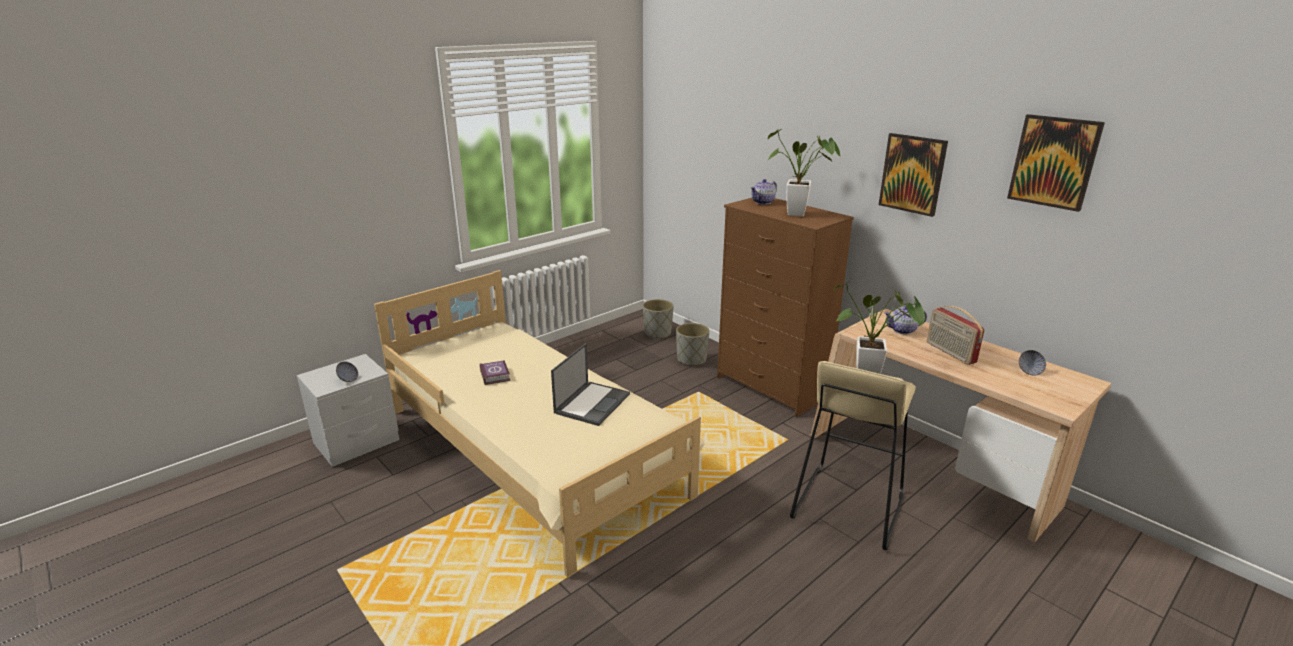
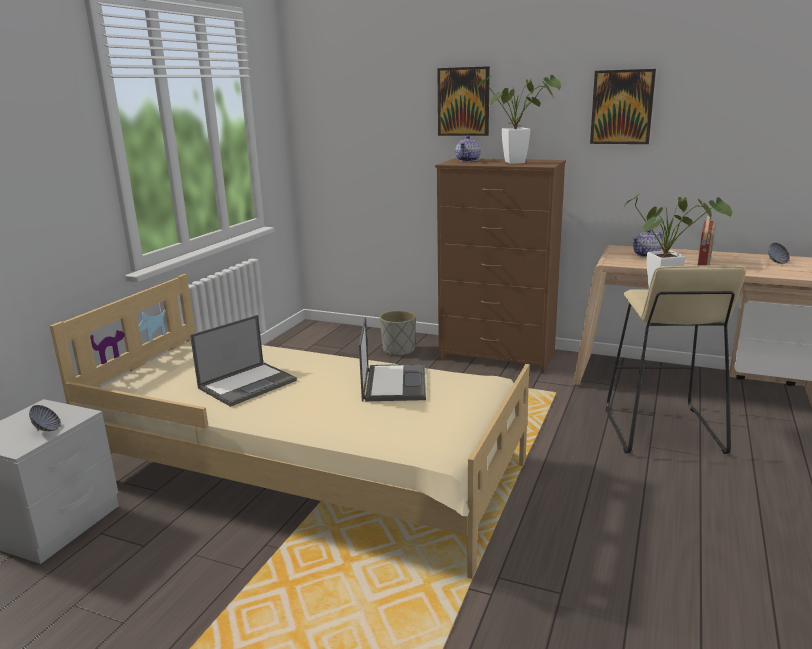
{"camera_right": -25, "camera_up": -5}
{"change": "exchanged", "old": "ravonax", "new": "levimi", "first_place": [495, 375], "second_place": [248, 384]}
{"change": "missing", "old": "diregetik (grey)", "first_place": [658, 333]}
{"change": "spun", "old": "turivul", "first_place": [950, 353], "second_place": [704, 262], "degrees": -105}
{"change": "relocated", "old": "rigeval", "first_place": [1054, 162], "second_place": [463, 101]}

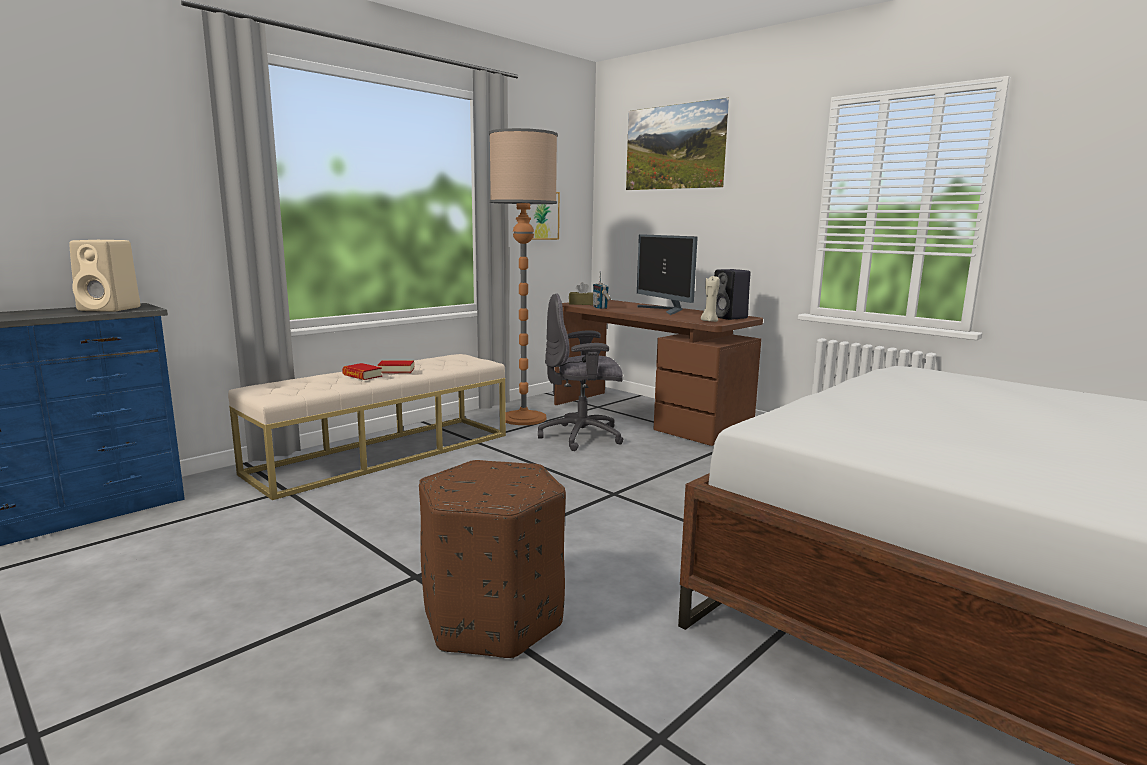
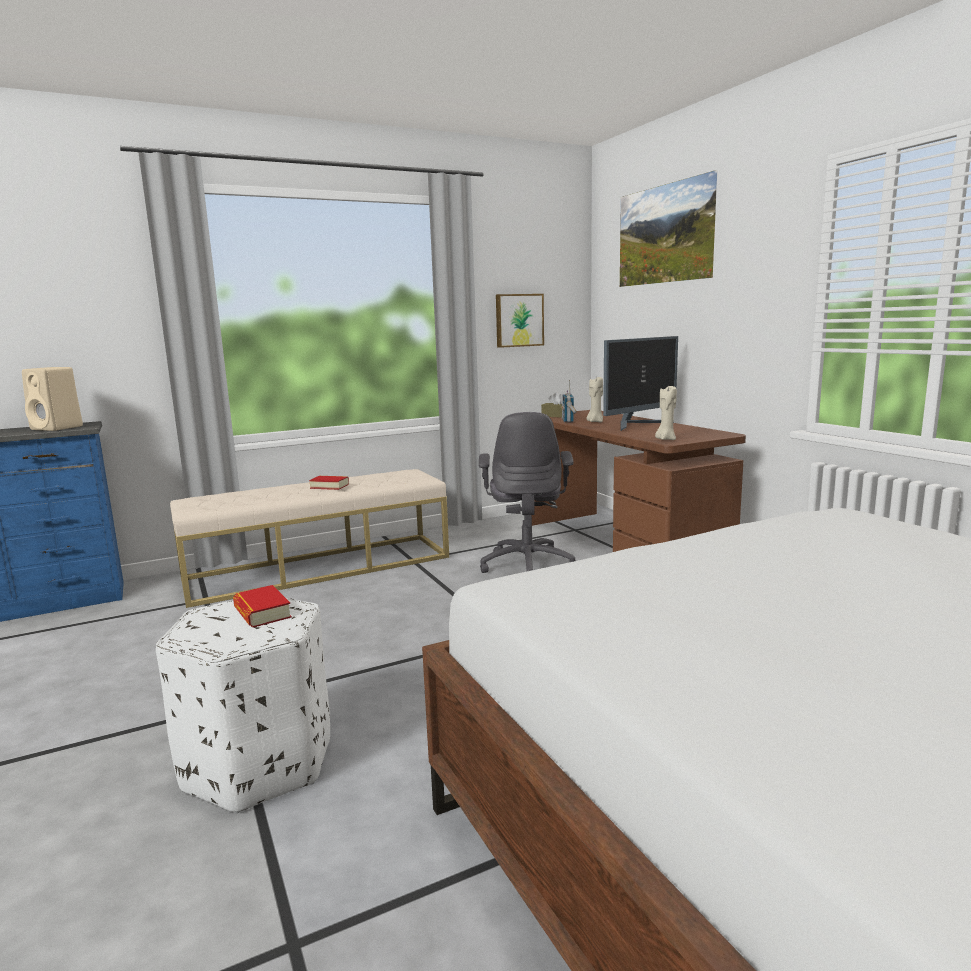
{"camera_right": 20, "camera_up": 0}
{"change": "relocated", "old": "ravonax", "first_place": [362, 375], "second_place": [262, 613]}
{"change": "colour", "old": "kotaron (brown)", "new": "kotaron (white)", "first_place": [493, 618], "second_place": [259, 762]}
{"change": "missing", "old": "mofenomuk", "first_place": [523, 418]}
{"change": "spun", "old": "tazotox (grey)", "first_place": [583, 437], "second_place": [527, 564], "degrees": -105}
{"change": "spun", "old": "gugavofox", "first_place": [665, 310], "second_place": [637, 425], "degrees": -120}
{"change": "missing", "old": "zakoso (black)", "first_place": [730, 317]}
{"change": "appeared", "new": "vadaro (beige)", "second_place": [595, 421]}

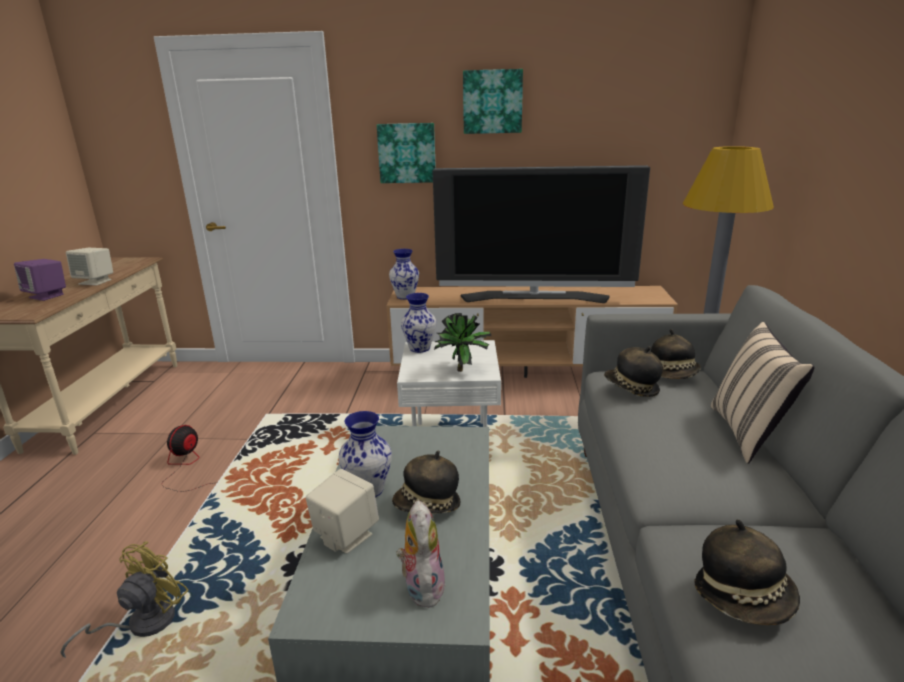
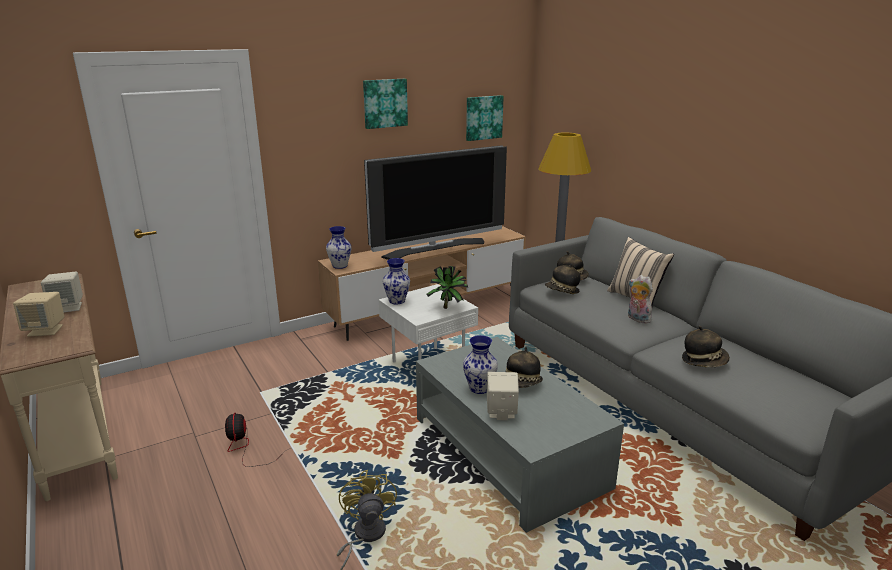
{"camera_right": -35, "camera_up": 0}
{"change": "colour", "old": "zakoso (purple)", "new": "zakoso (beige)", "first_place": [47, 296], "second_place": [46, 330]}
{"change": "relocated", "old": "rigeval", "first_place": [407, 153], "second_place": [483, 117]}
{"change": "relocated", "old": "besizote", "first_place": [421, 586], "second_place": [637, 319]}

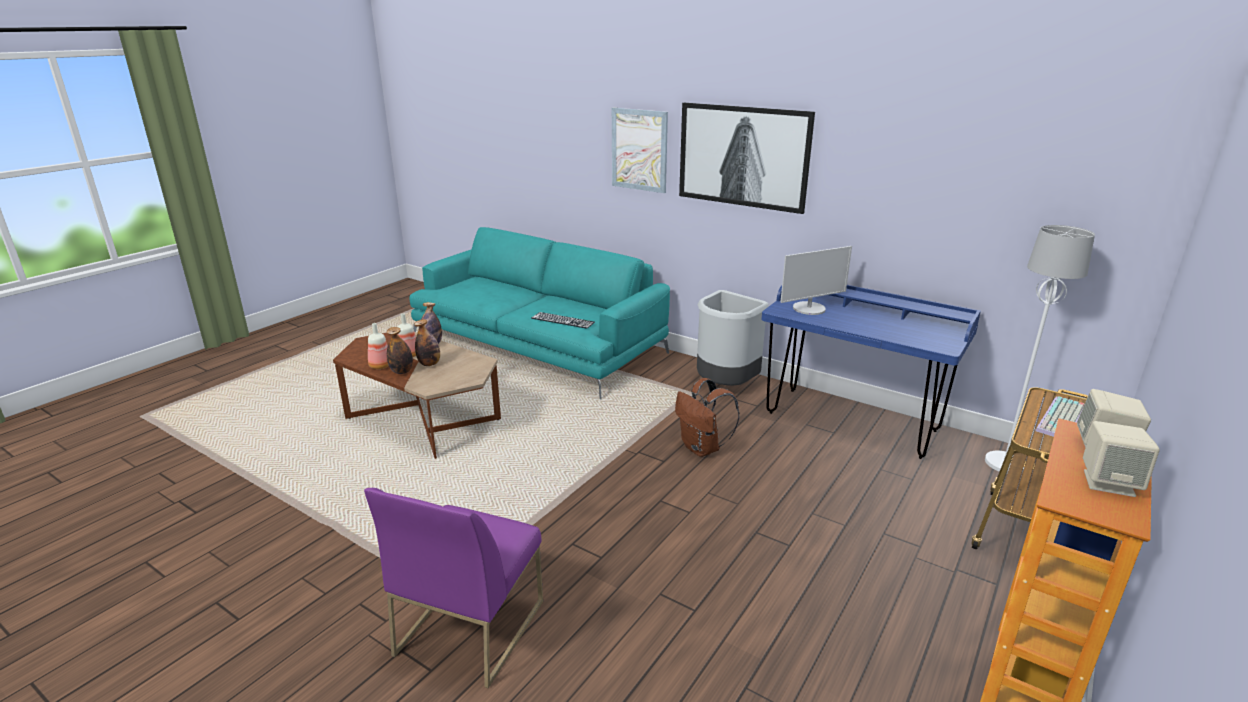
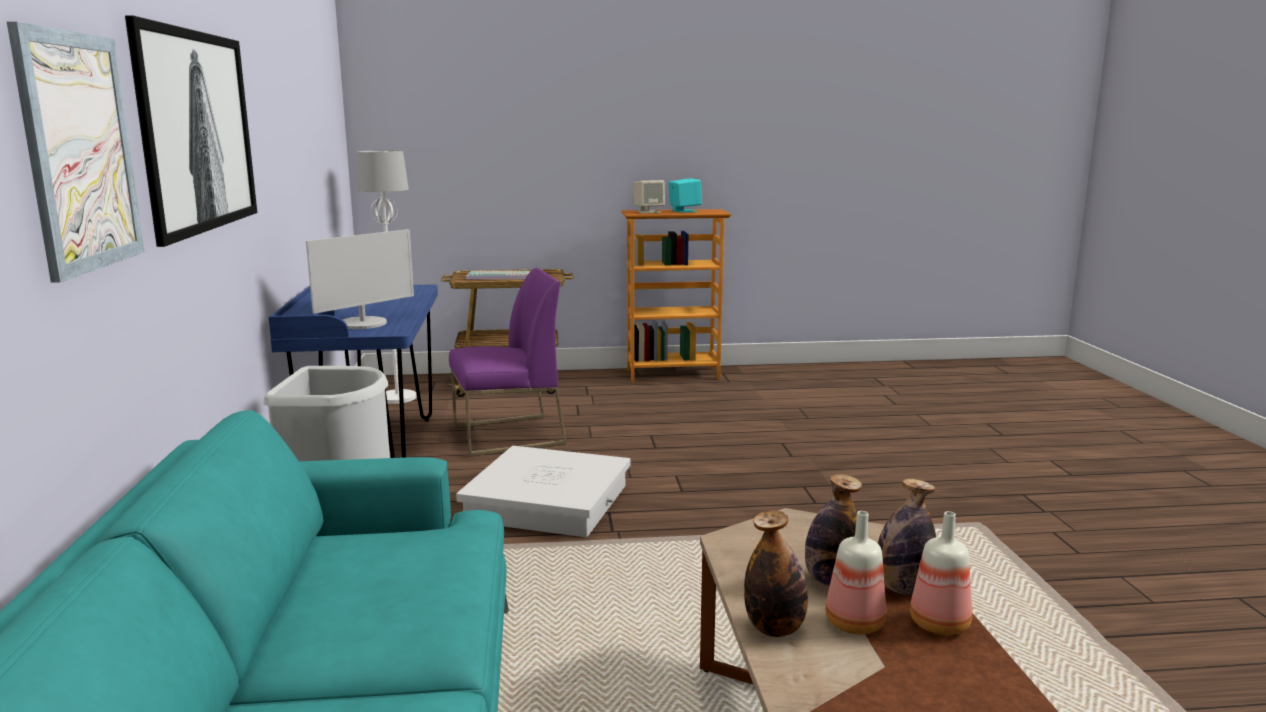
{"camera_right": -130, "camera_up": -10}
{"change": "relocated", "old": "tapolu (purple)", "first_place": [470, 626], "second_place": [507, 436]}
{"change": "missing", "old": "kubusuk", "first_place": [562, 320]}
{"change": "exchanged", "old": "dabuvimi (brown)", "new": "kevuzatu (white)", "first_place": [702, 448], "second_place": [548, 502]}
{"change": "spun", "old": "gugavofox", "first_place": [809, 309], "second_place": [363, 323], "degrees": 105}
{"change": "colour", "old": "zakoso (beige)", "new": "zakoso (turquoise)", "first_place": [1108, 483], "second_place": [684, 211]}

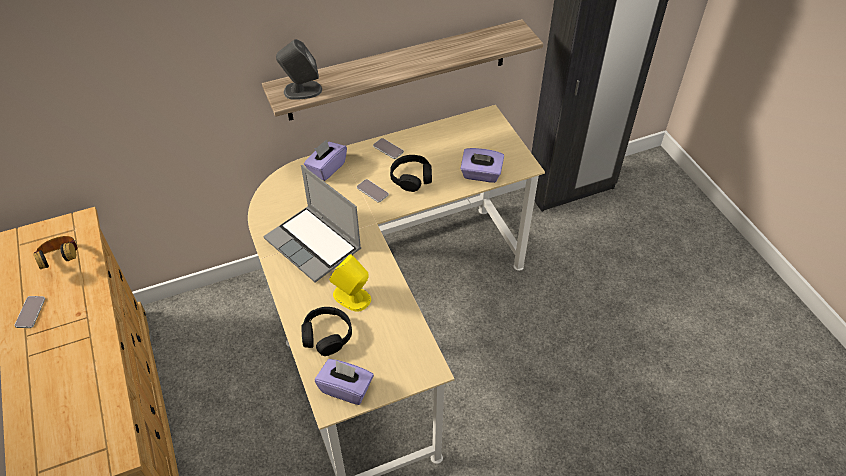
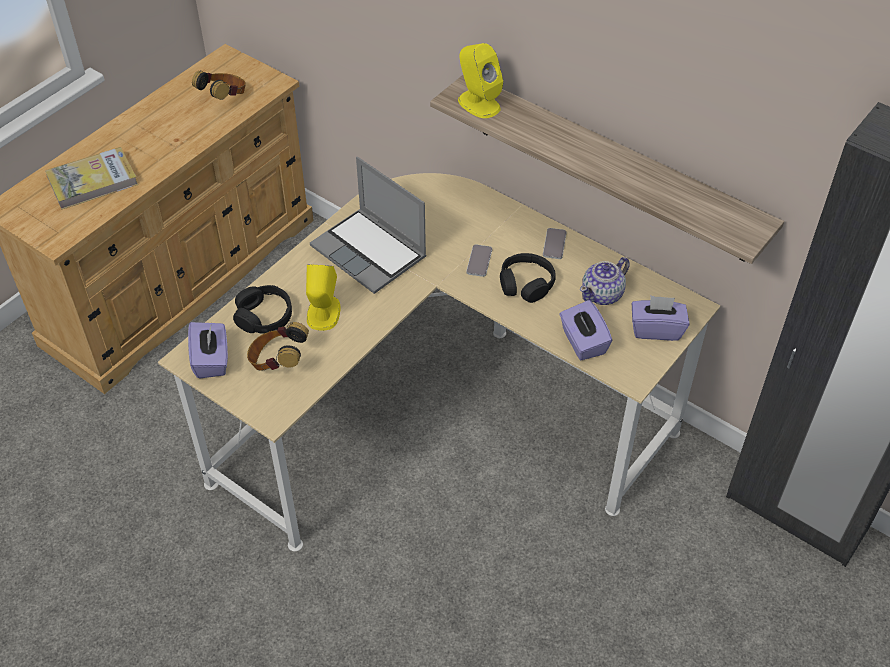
{"camera_right": 60, "camera_up": 0}
{"change": "missing", "old": "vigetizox", "first_place": [30, 312]}
{"change": "spun", "old": "levimi", "first_place": [314, 244], "second_place": [370, 252], "degrees": -60}
{"change": "colour", "old": "zakoso (grey)", "new": "zakoso (yellow)", "first_place": [302, 90], "second_place": [478, 103]}
{"change": "relocated", "old": "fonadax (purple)", "first_place": [326, 168], "second_place": [656, 329]}
{"change": "appeared", "new": "ravonax", "second_place": [93, 181]}
{"change": "appeared", "new": "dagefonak", "second_place": [278, 362]}
{"change": "appeared", "new": "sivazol", "second_place": [603, 294]}

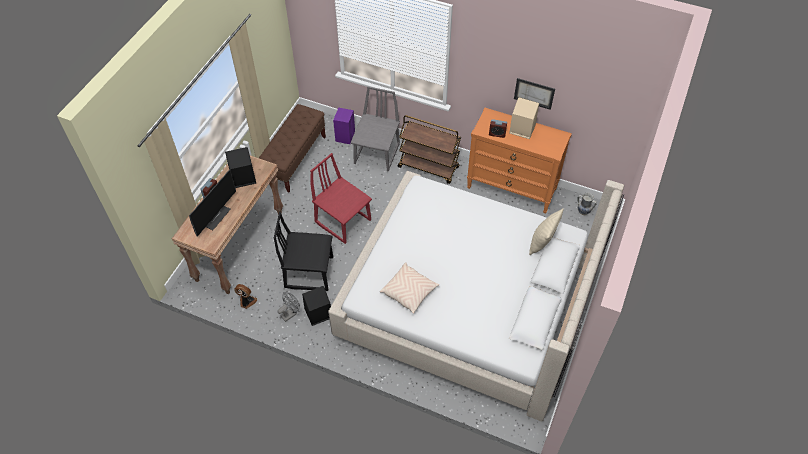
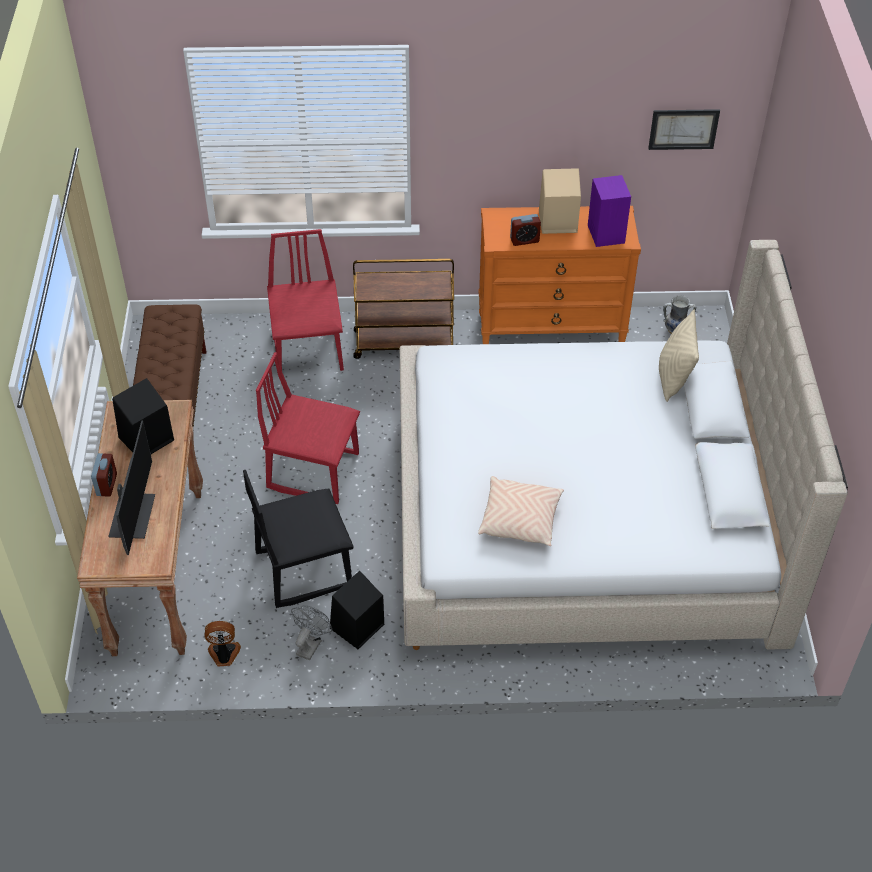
{"camera_right": -25, "camera_up": -5}
{"change": "relocated", "old": "zakoso (purple)", "first_place": [345, 136], "second_place": [605, 233]}
{"change": "colour", "old": "tapolu (grey)", "new": "tapolu (red)", "first_place": [377, 154], "second_place": [309, 350]}
{"change": "relocated", "old": "rigeval", "first_place": [534, 93], "second_place": [683, 129]}

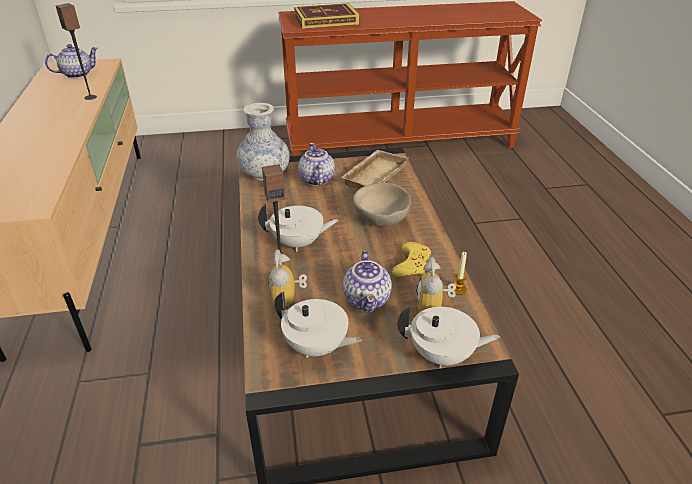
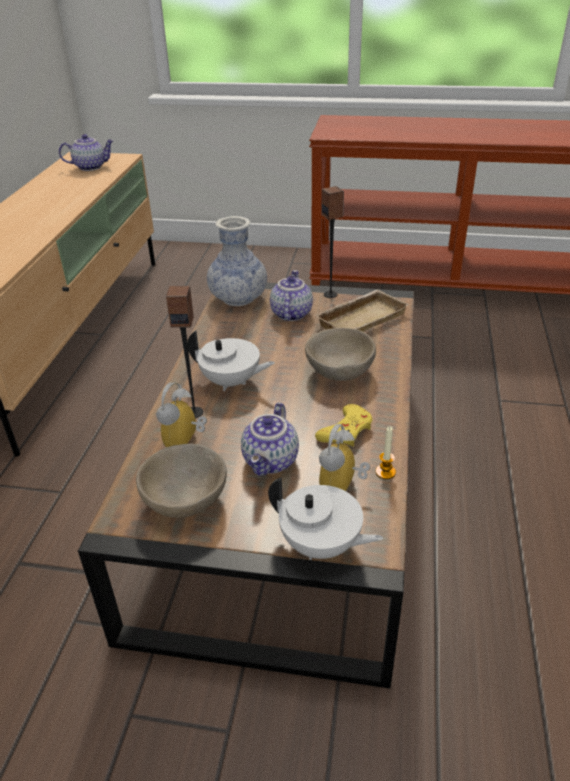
{"camera_right": 20, "camera_up": 0}
{"change": "relocated", "old": "zakoso", "first_place": [91, 97], "second_place": [330, 294]}
{"change": "exchanged", "old": "sivazol (white)", "new": "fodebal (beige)", "first_place": [316, 347], "second_place": [186, 501]}
{"change": "missing", "old": "ravonax", "first_place": [326, 20]}

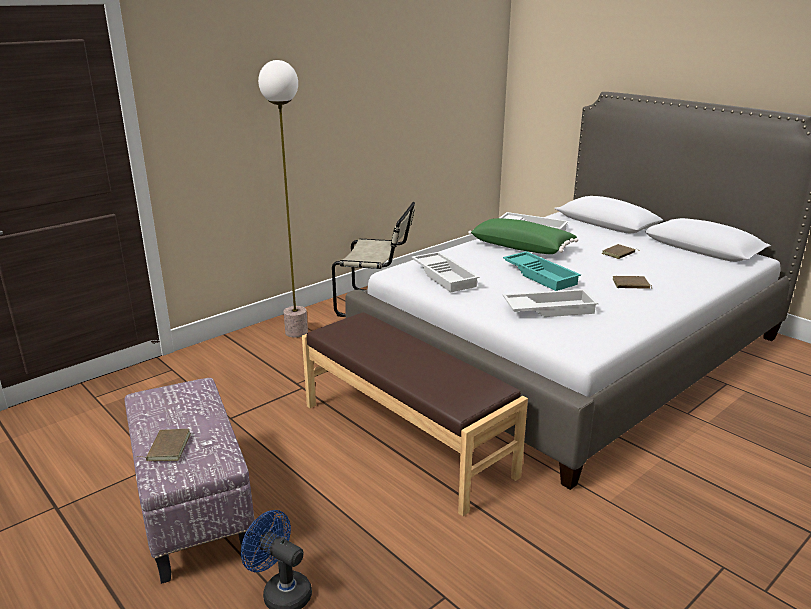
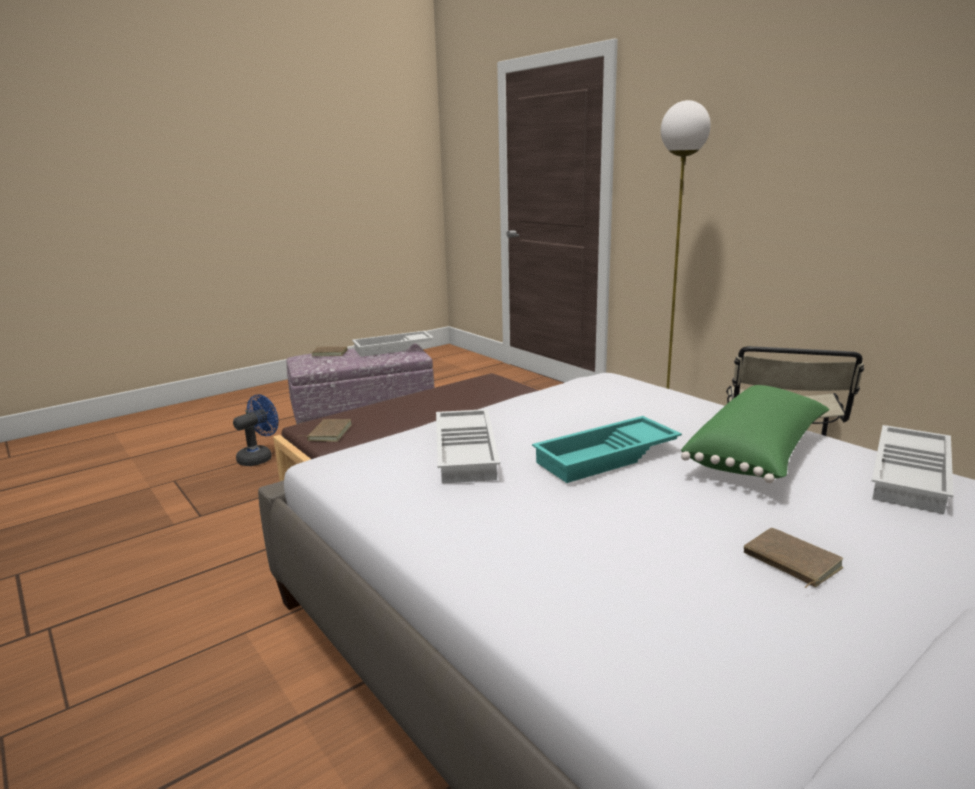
{"camera_right": 95, "camera_up": -5}
{"change": "relocated", "old": "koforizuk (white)", "first_place": [445, 276], "second_place": [393, 349]}
{"change": "relocated", "old": "ravonax (brown)", "first_place": [630, 285], "second_place": [328, 433]}

